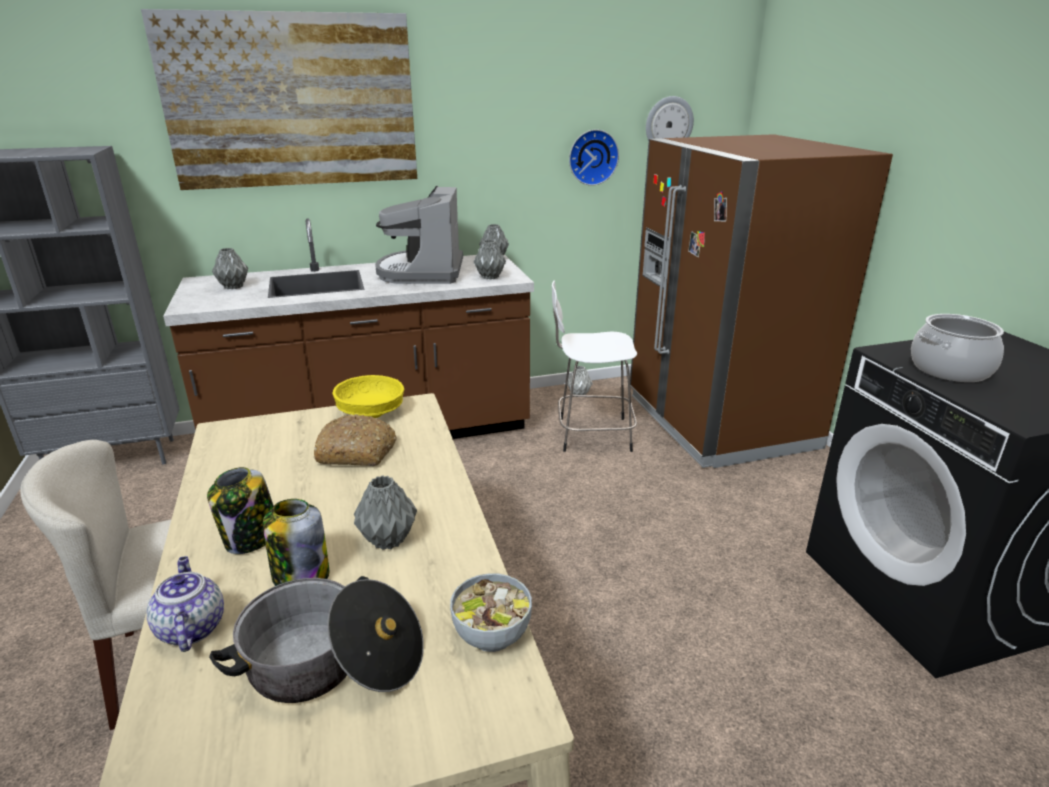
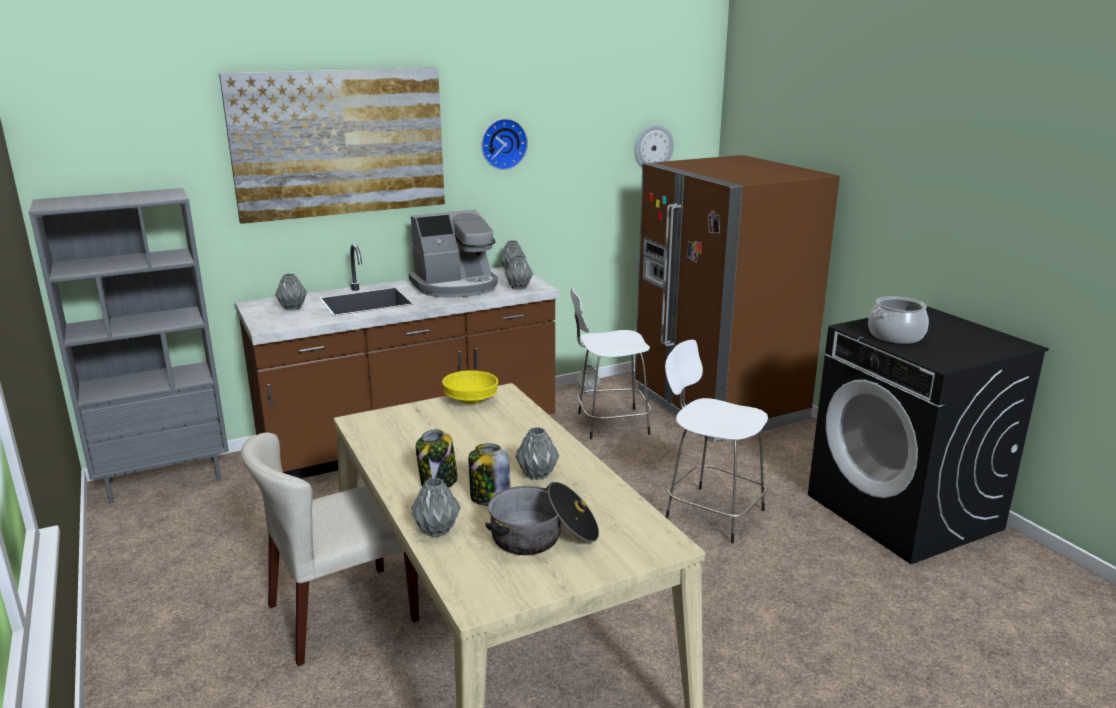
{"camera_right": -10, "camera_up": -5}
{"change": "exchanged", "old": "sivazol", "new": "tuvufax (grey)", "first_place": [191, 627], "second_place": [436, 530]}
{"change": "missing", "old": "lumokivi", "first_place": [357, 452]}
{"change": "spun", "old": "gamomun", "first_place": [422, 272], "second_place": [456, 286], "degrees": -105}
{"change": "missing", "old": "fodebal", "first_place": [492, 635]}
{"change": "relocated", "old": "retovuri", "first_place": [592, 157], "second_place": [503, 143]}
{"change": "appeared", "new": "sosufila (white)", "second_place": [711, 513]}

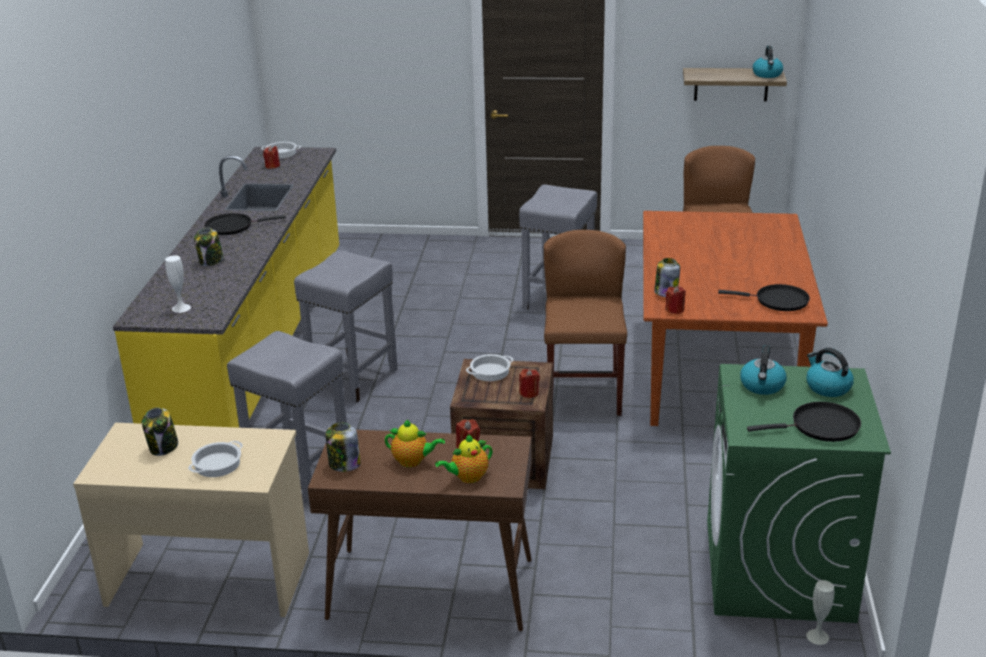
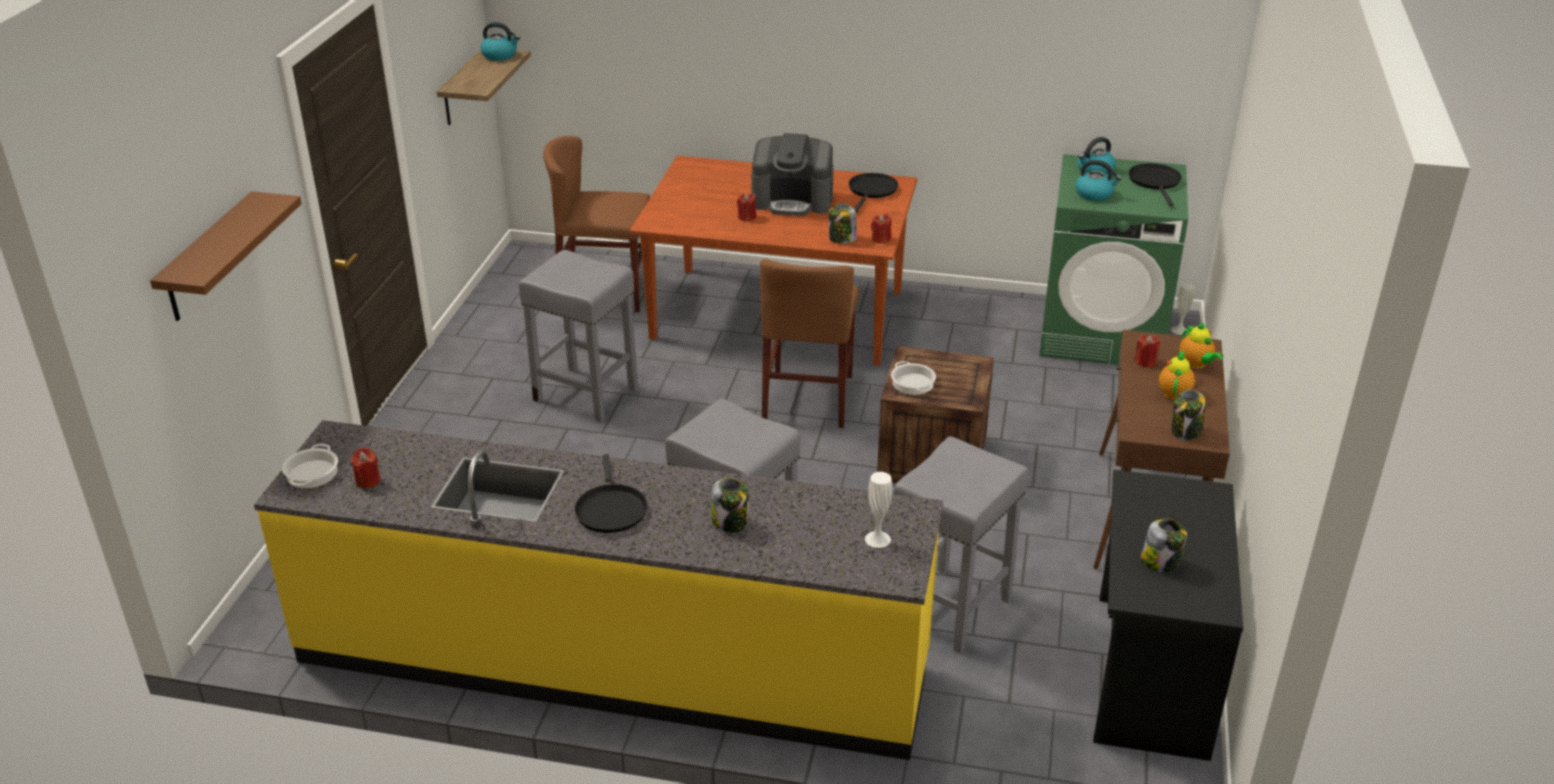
{"camera_right": -85, "camera_up": 5}
{"change": "colour", "old": "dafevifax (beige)", "new": "dafevifax (black)", "first_place": [209, 577], "second_place": [1148, 673]}
{"change": "missing", "old": "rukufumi", "first_place": [217, 464]}
{"change": "relocated", "old": "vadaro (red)", "first_place": [529, 393], "second_place": [747, 217]}
{"change": "spun", "old": "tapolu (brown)", "first_place": [583, 392], "second_place": [808, 398], "degrees": -90}
{"change": "appeared", "new": "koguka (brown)", "second_place": [209, 258]}
{"change": "appeared", "new": "gamomun", "second_place": [793, 200]}

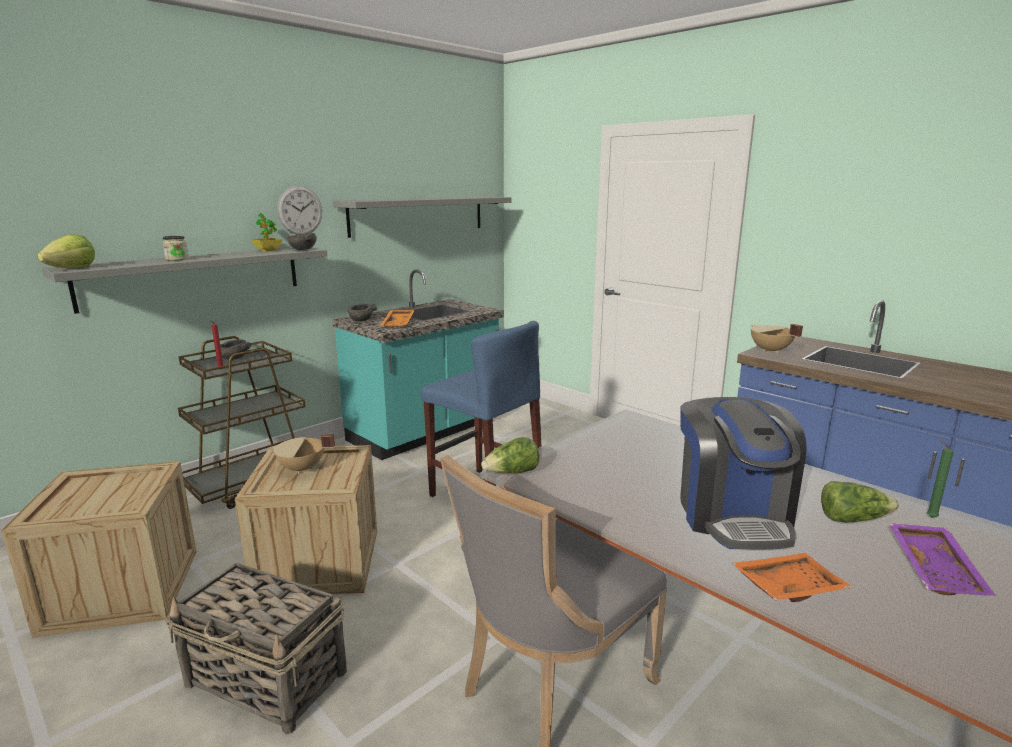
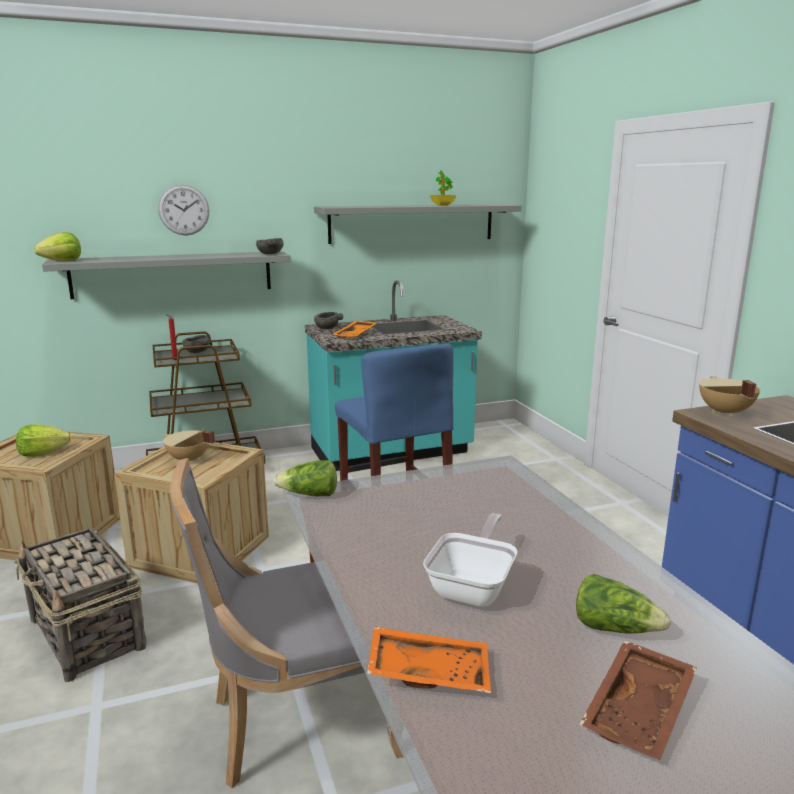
{"camera_right": 25, "camera_up": 0}
{"change": "missing", "old": "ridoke", "first_place": [177, 259]}
{"change": "relocated", "old": "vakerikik", "first_place": [268, 250], "second_place": [442, 205]}
{"change": "relocated", "old": "retovuri", "first_place": [300, 210], "second_place": [184, 210]}
{"change": "exchanged", "old": "gamomun", "new": "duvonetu", "first_place": [733, 515], "second_place": [474, 587]}
{"change": "colour", "old": "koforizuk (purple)", "new": "koforizuk (brown)", "first_place": [937, 570], "second_place": [641, 712]}
{"change": "missing", "old": "vadaro (green)", "first_place": [929, 517]}
{"change": "appeared", "new": "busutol", "second_place": [42, 453]}

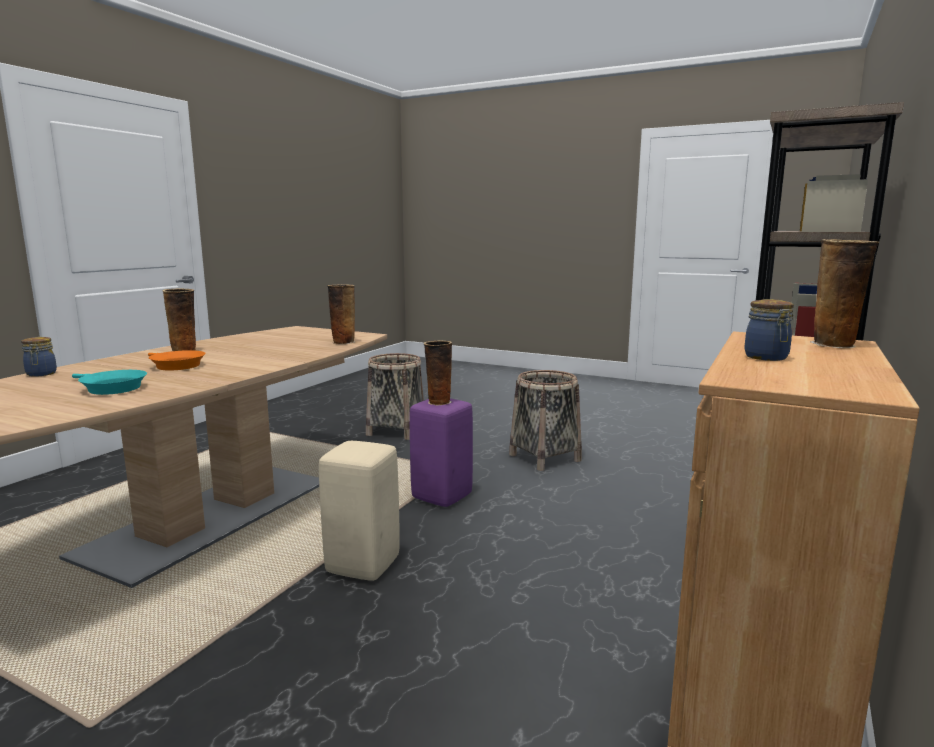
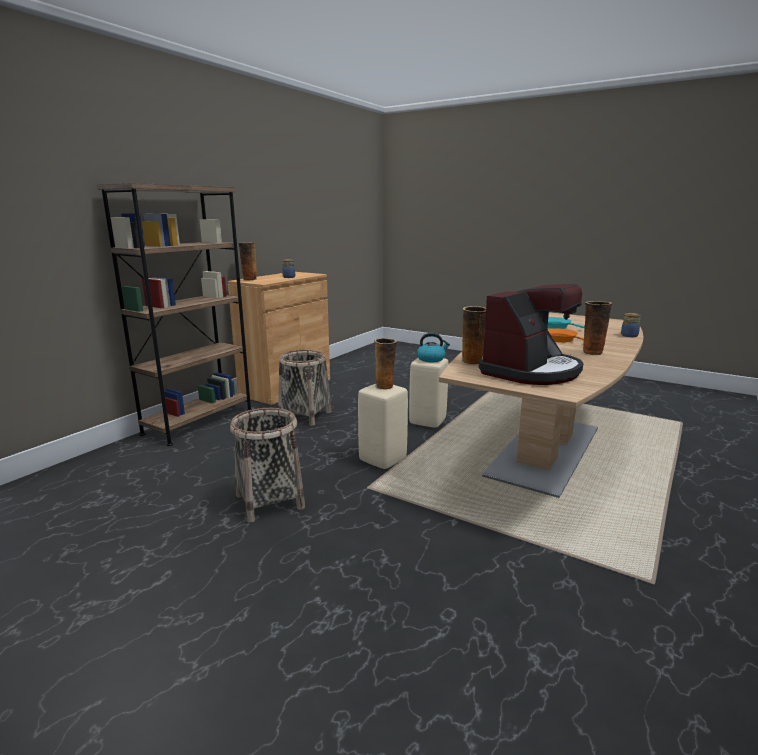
{"camera_right": -175, "camera_up": 5}
{"change": "relocated", "old": "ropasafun", "first_place": [396, 430], "second_place": [305, 416]}
{"change": "colour", "old": "sosufila (purple)", "new": "sosufila (beige)", "first_place": [442, 497], "second_place": [382, 459]}
{"change": "appeared", "new": "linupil", "second_place": [431, 359]}
{"change": "appeared", "new": "gamomun", "second_place": [531, 371]}

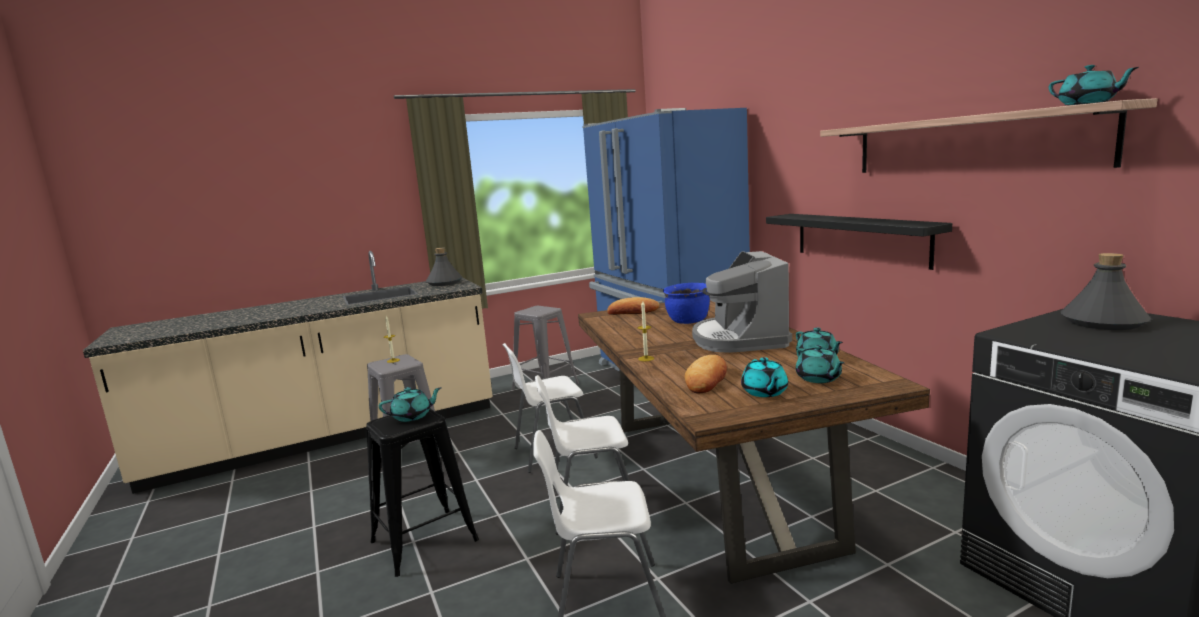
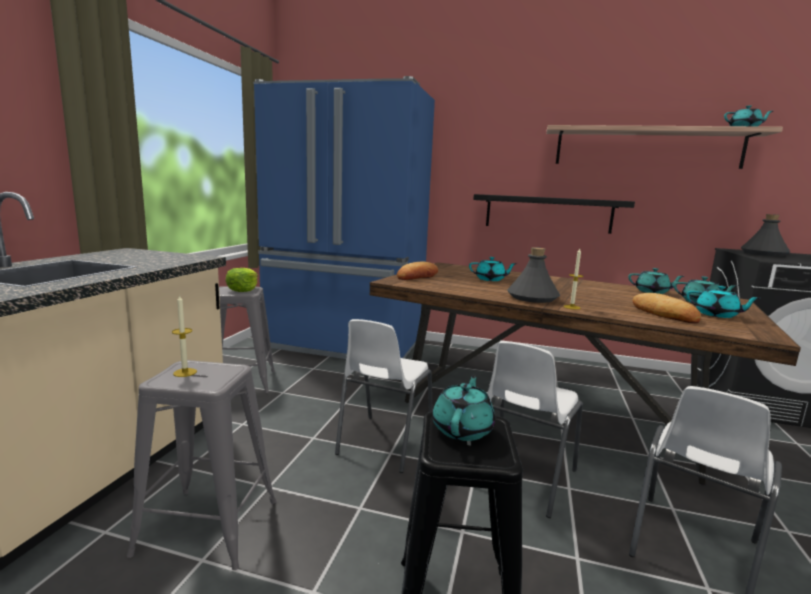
{"camera_right": -50, "camera_up": 0}
{"change": "relocated", "old": "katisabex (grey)", "first_place": [444, 283], "second_place": [532, 298]}
{"change": "exchanged", "old": "rukufumi (blue)", "new": "sivazol (turquoise)", "first_place": [688, 321], "second_place": [490, 279]}
{"change": "missing", "old": "gamomun", "first_place": [739, 339]}
{"change": "appeared", "new": "busutol", "second_place": [243, 290]}

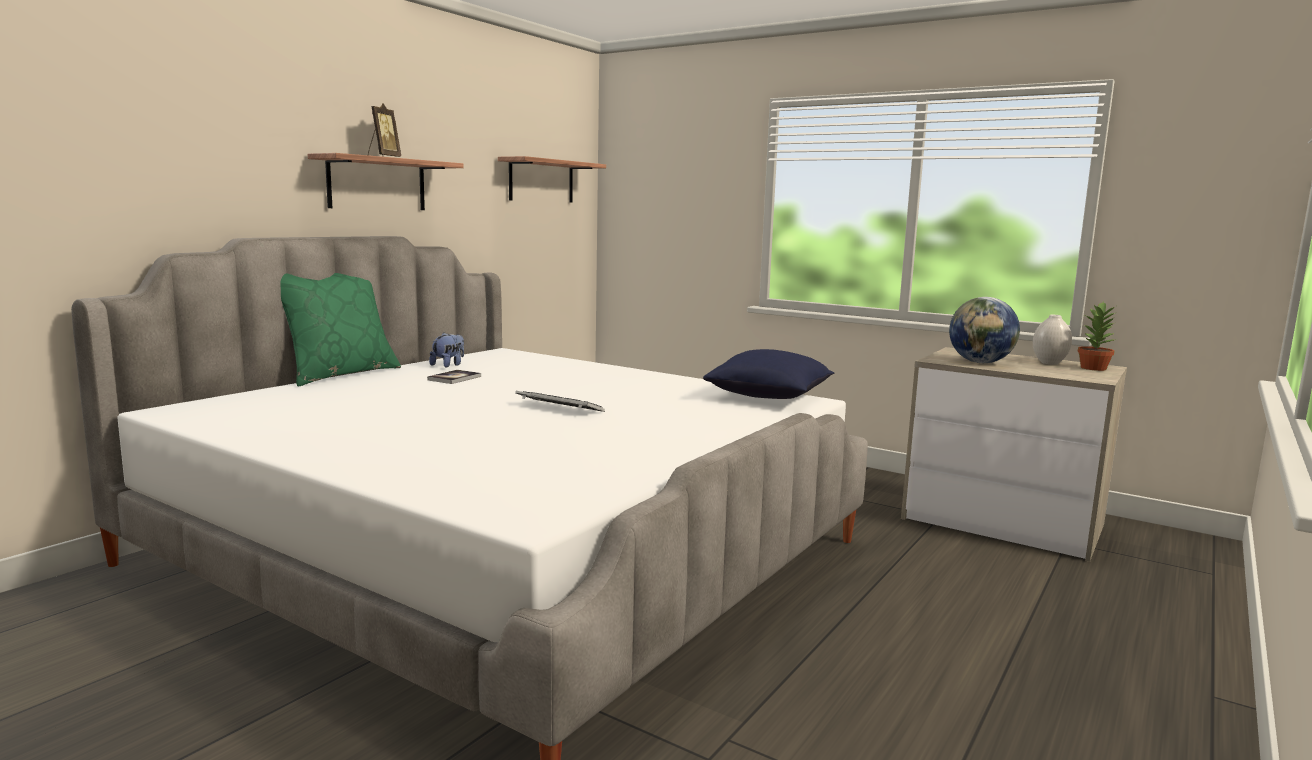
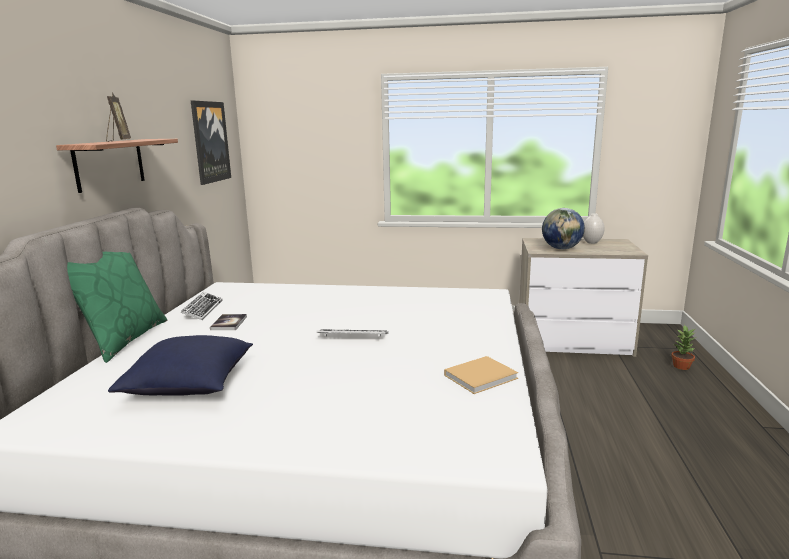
{"camera_right": -25, "camera_up": 5}
{"change": "exchanged", "old": "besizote", "new": "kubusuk", "first_place": [448, 365], "second_place": [202, 309]}
{"change": "exchanged", "old": "koguka", "new": "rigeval", "first_place": [541, 181], "second_place": [210, 142]}
{"change": "relocated", "old": "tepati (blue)", "first_place": [770, 397], "second_place": [190, 386]}
{"change": "relocated", "old": "vakerikik", "first_place": [1094, 368], "second_place": [681, 366]}
{"change": "appeared", "new": "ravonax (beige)", "second_place": [482, 376]}

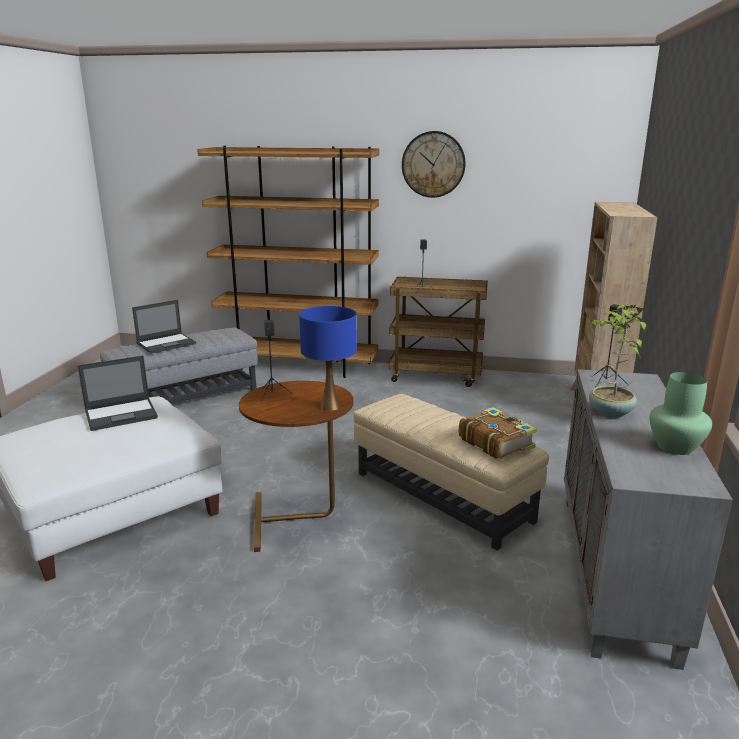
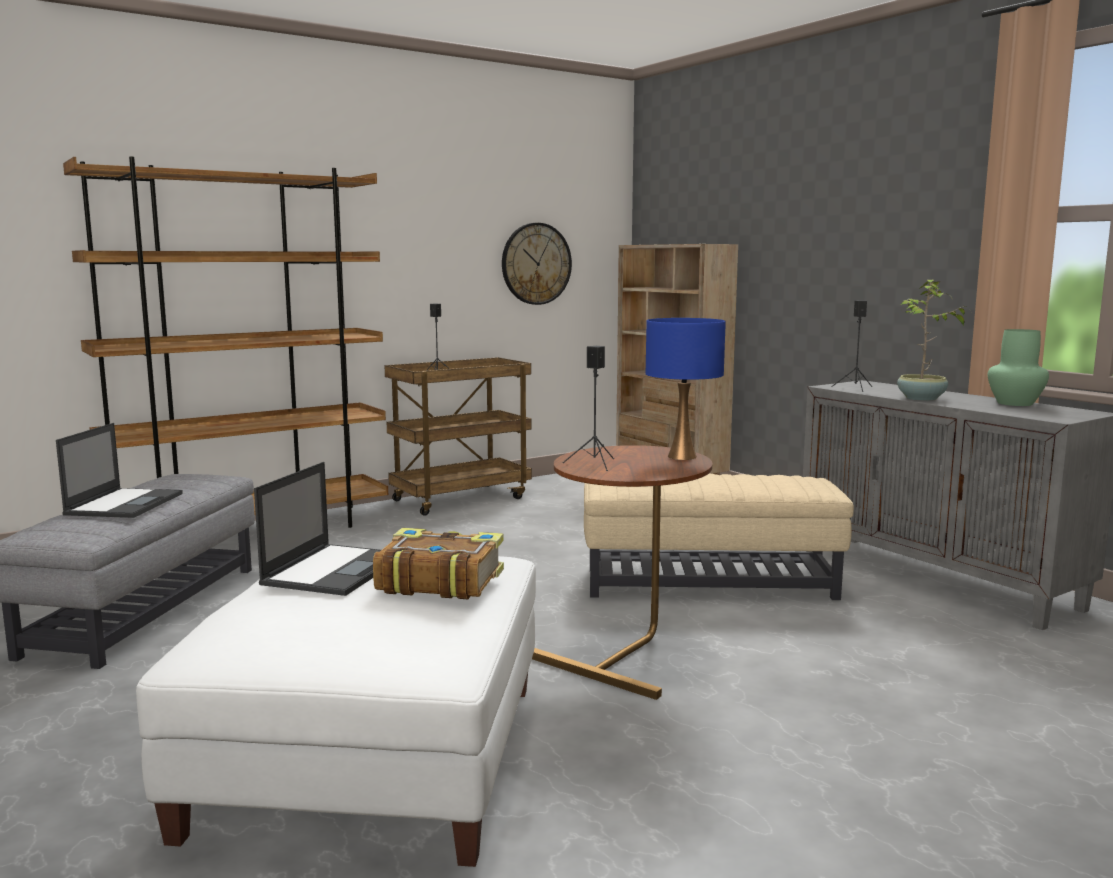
{"camera_right": -45, "camera_up": -10}
{"change": "relocated", "old": "retovuri", "first_place": [433, 164], "second_place": [536, 264]}
{"change": "relocated", "old": "ravonax", "first_place": [495, 442], "second_place": [439, 581]}

